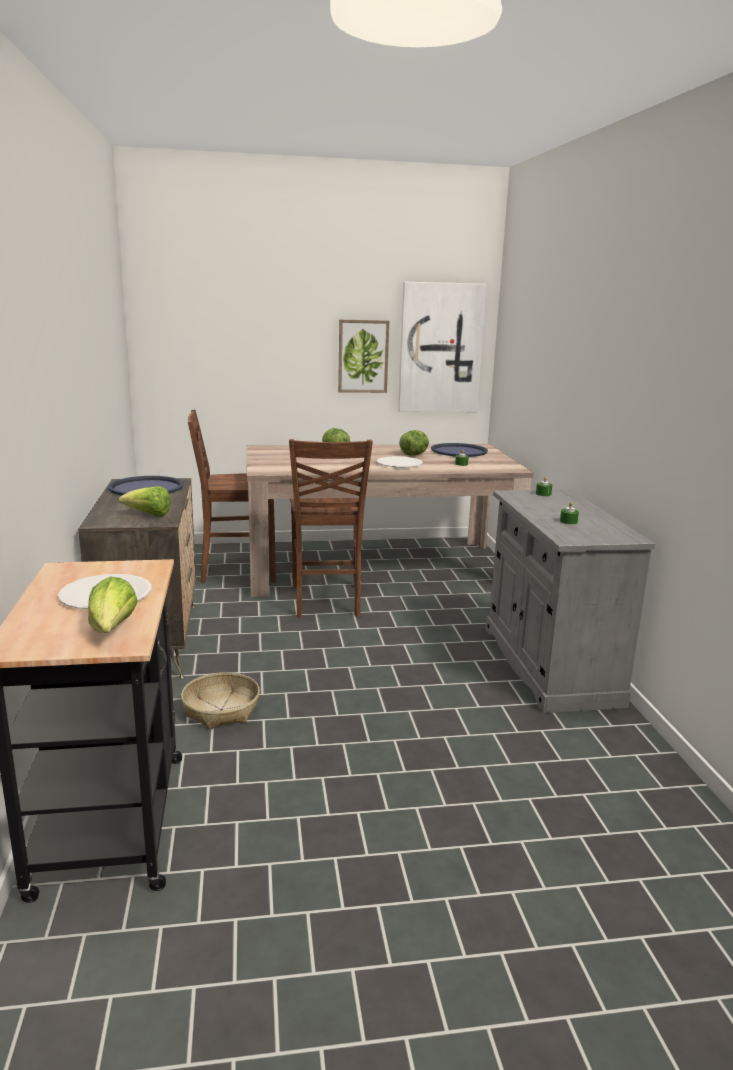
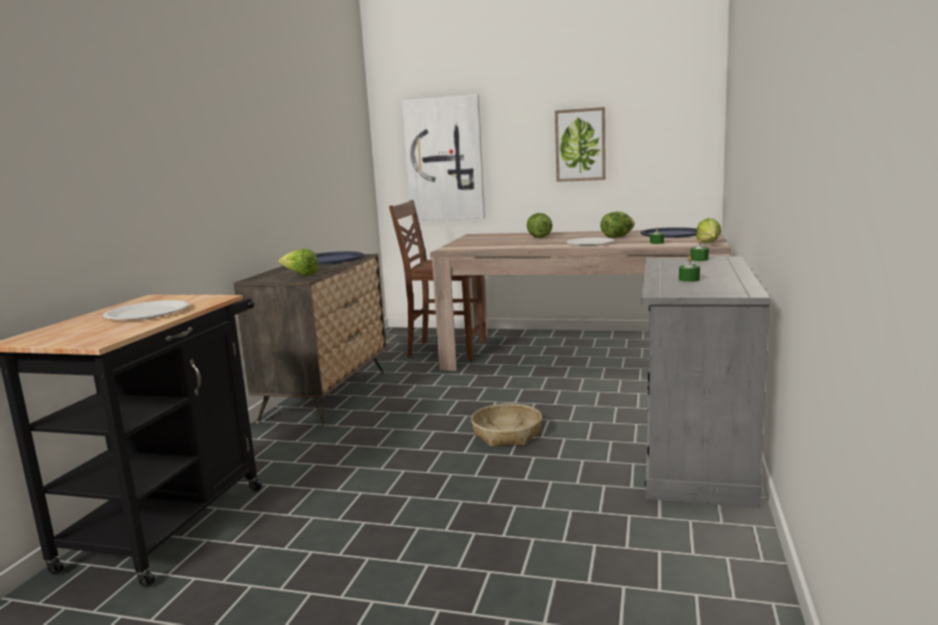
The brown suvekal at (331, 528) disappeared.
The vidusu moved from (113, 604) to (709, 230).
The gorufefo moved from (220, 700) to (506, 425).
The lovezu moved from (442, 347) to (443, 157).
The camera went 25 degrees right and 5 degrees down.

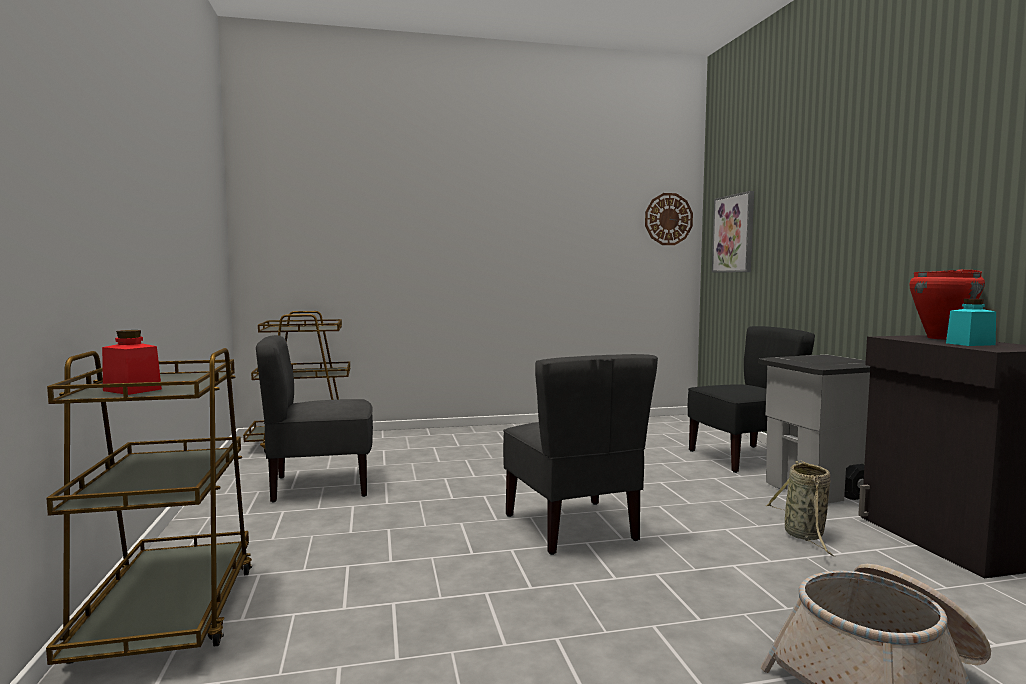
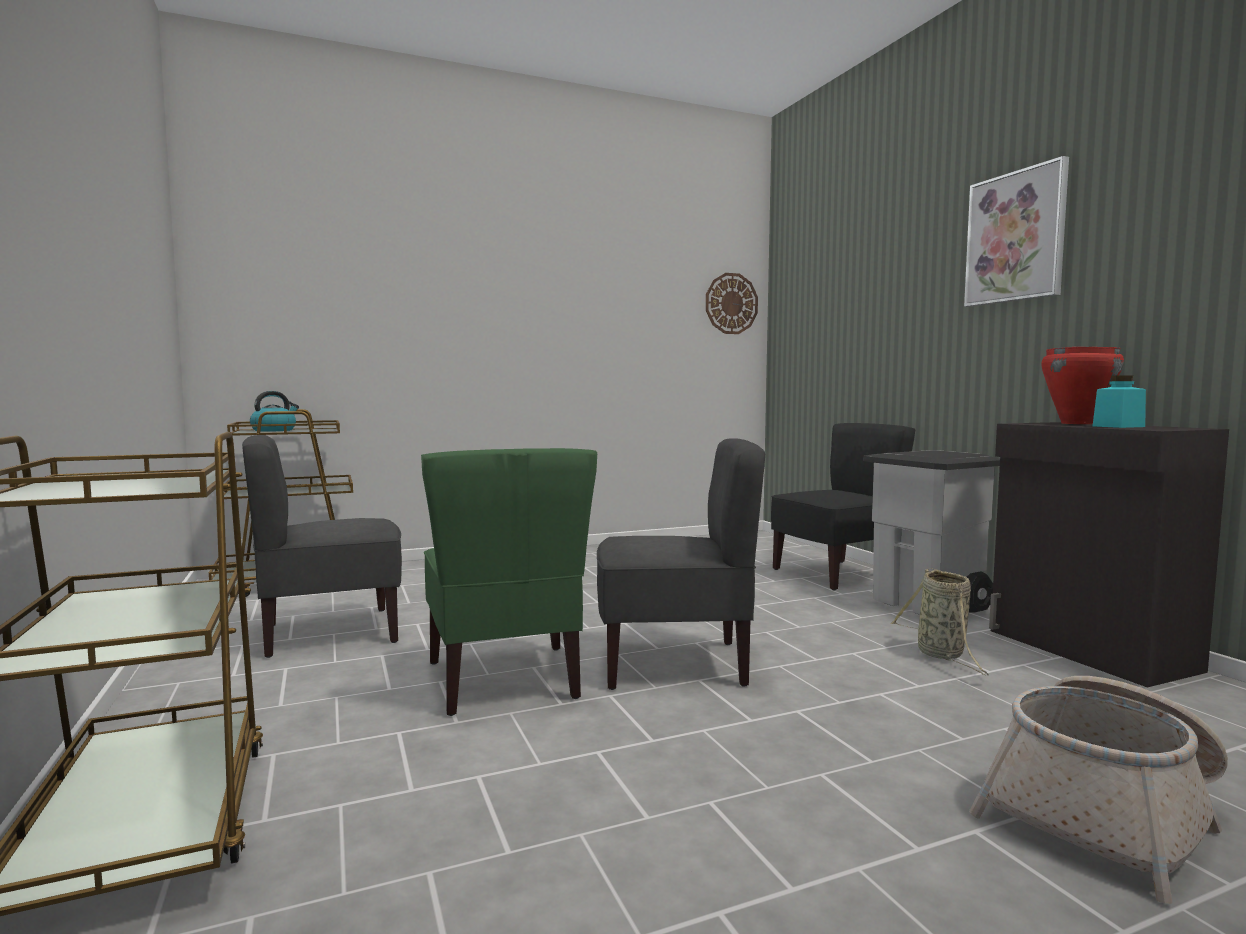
The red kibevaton at (132, 362) disappeared.
The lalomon at (274, 411) appeared.
The green suvekal at (509, 582) appeared.
The lovezu moved from (733, 232) to (1016, 231).
The grey suvekal at (580, 454) turned 60 degrees counterclockwise.
The camera went 10 degrees left and 0 degrees up.

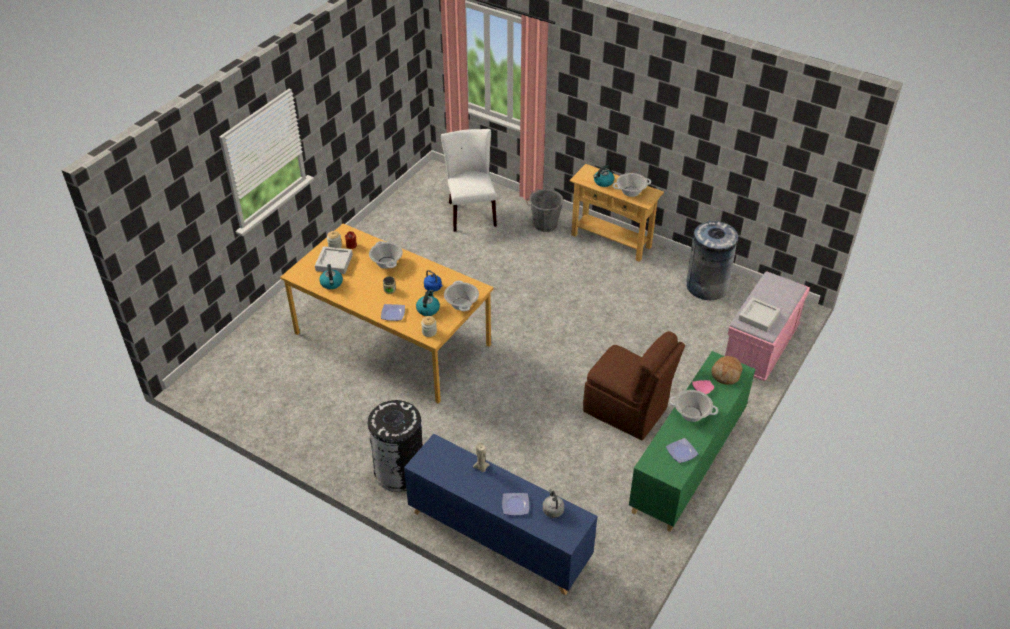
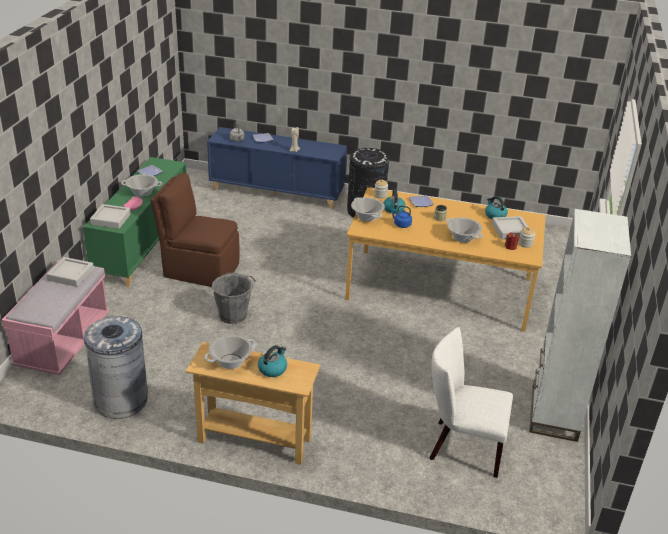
The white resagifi at (580, 325) appeared.
The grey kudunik moved from (545, 210) to (234, 298).
The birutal at (726, 370) was replaced by the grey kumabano at (110, 216).
The white suvekal at (469, 180) turned 135 degrees clockwise.
The camera went 160 degrees right and 10 degrees down.

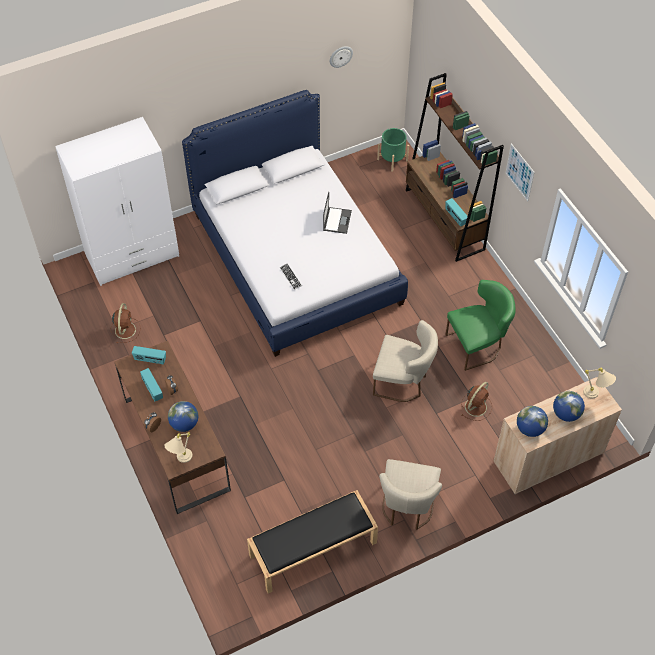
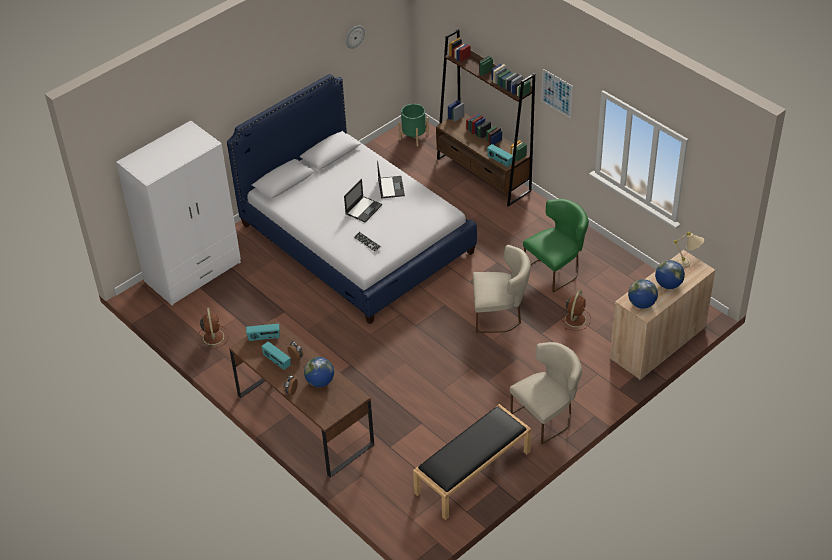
The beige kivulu at (178, 447) disappeared.
The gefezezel at (363, 200) appeared.
The beige suvekal at (410, 494) turned 120 degrees counterclockwise.
The camera went 15 degrees left and 10 degrees down.

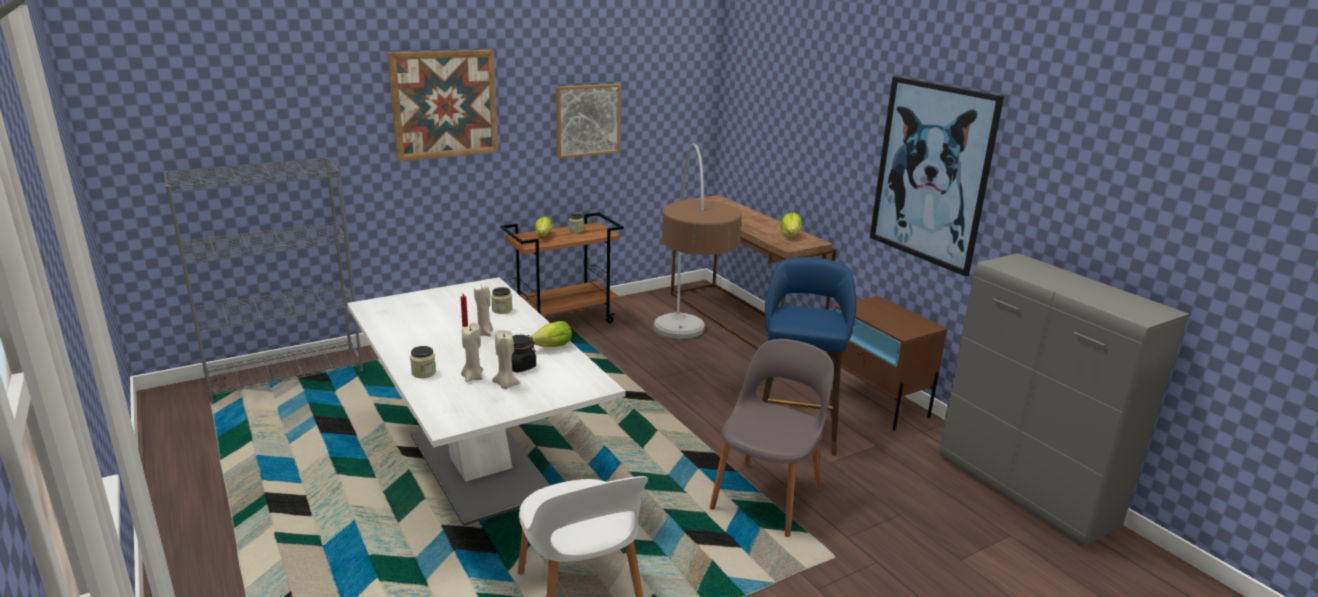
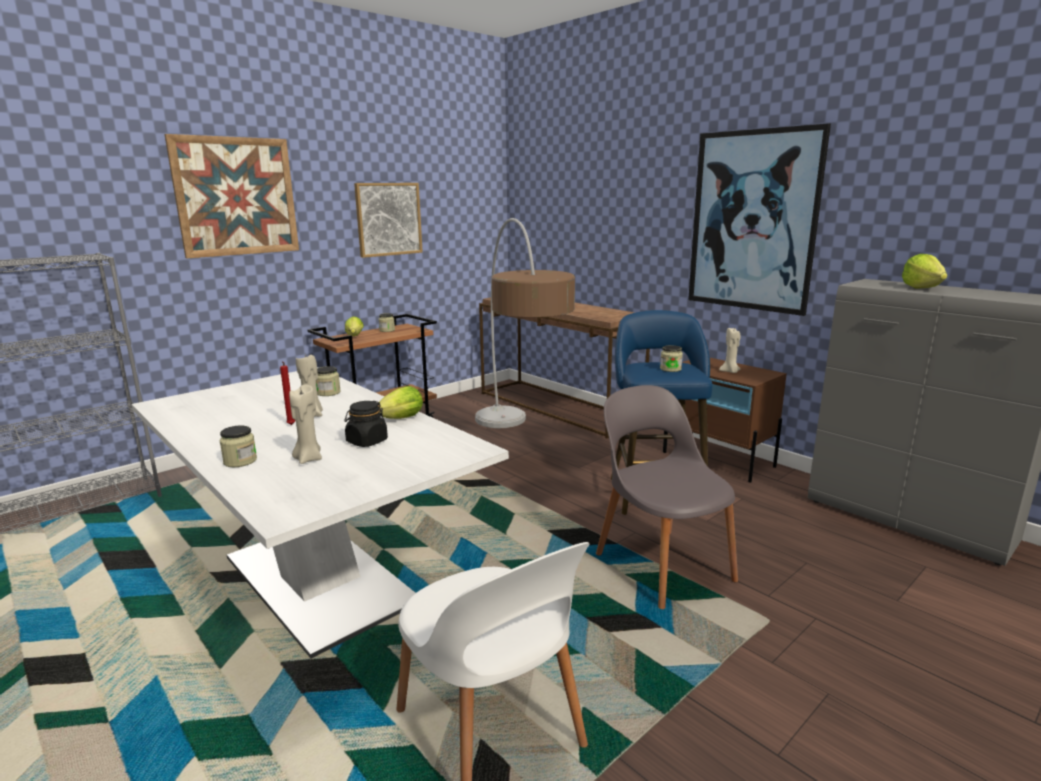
The kibevaton at (671, 358) appeared.
The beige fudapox moved from (506, 359) to (730, 350).
The vidusu moved from (791, 224) to (924, 271).
The grey suvekal at (771, 438) turned 45 degrees counterclockwise.
The camera went 10 degrees left and 5 degrees down.

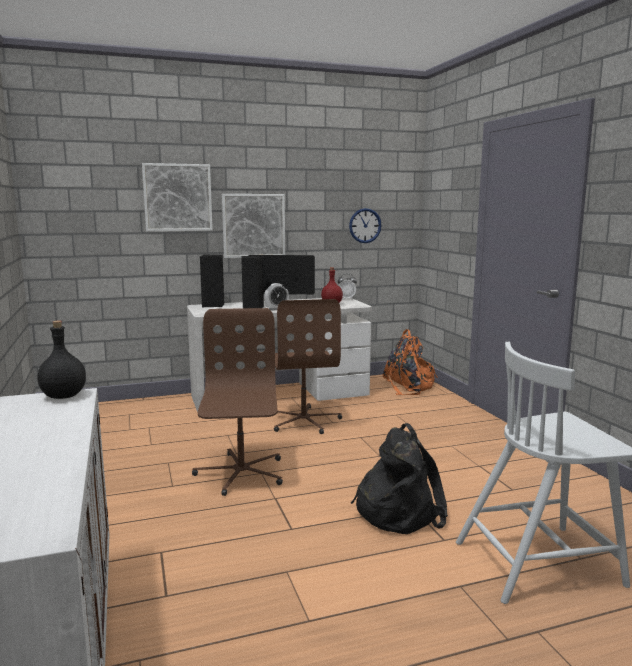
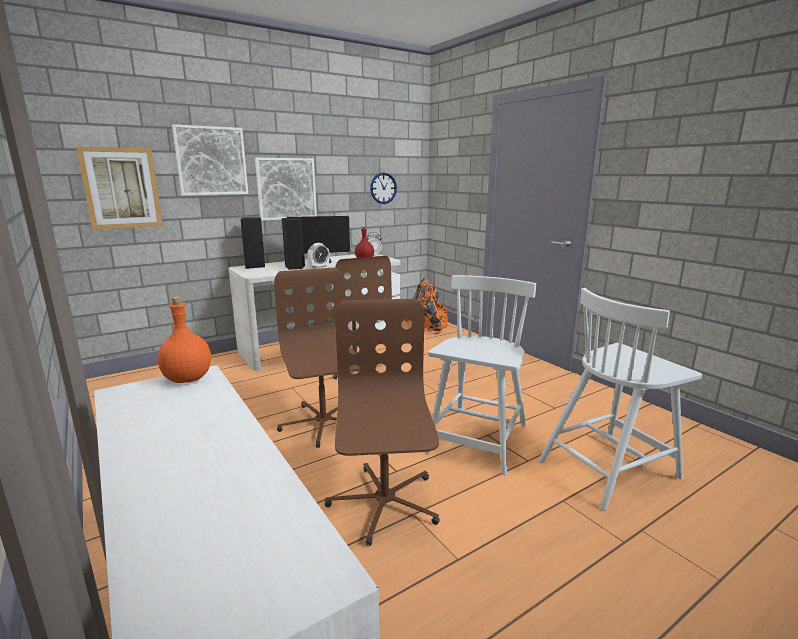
The lovezu at (119, 188) appeared.
The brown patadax at (382, 422) appeared.
The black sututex at (399, 478) was replaced by the white suvekal at (480, 375).
The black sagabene at (62, 360) became the orange sagabene at (184, 339).
The camera went 15 degrees left and 5 degrees up.

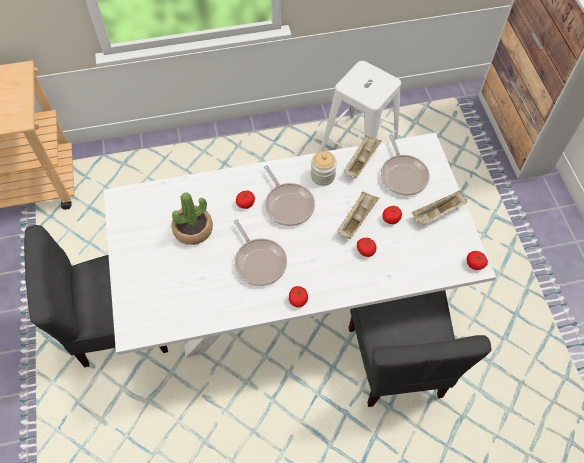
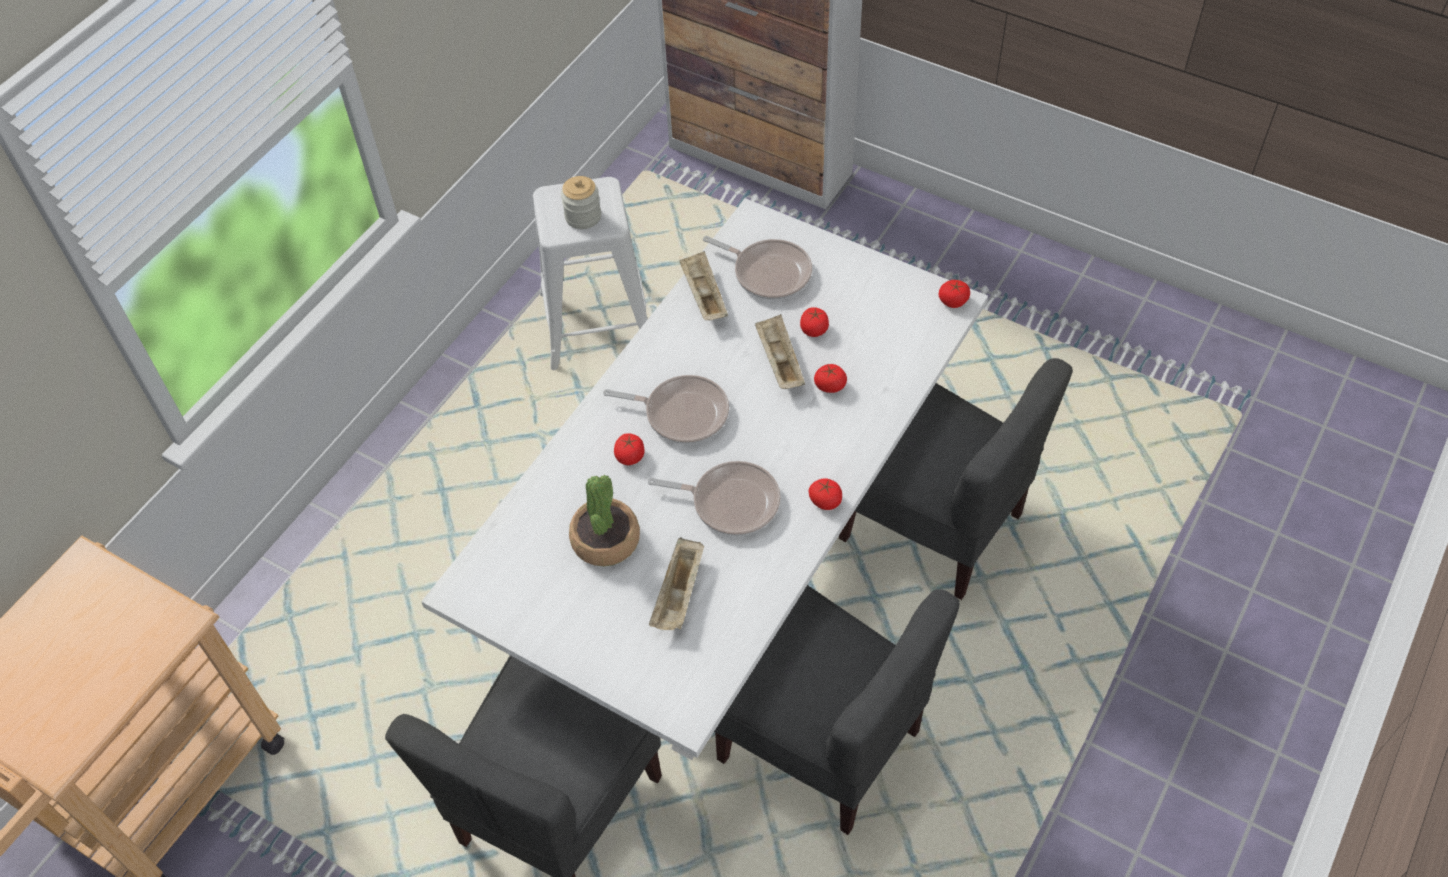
The grey suvekal at (837, 710) appeared.
The kibevaton moved from (324, 168) to (581, 202).
The beige kumabano moved from (439, 208) to (676, 583).
The camera went 45 degrees left and 5 degrees down.

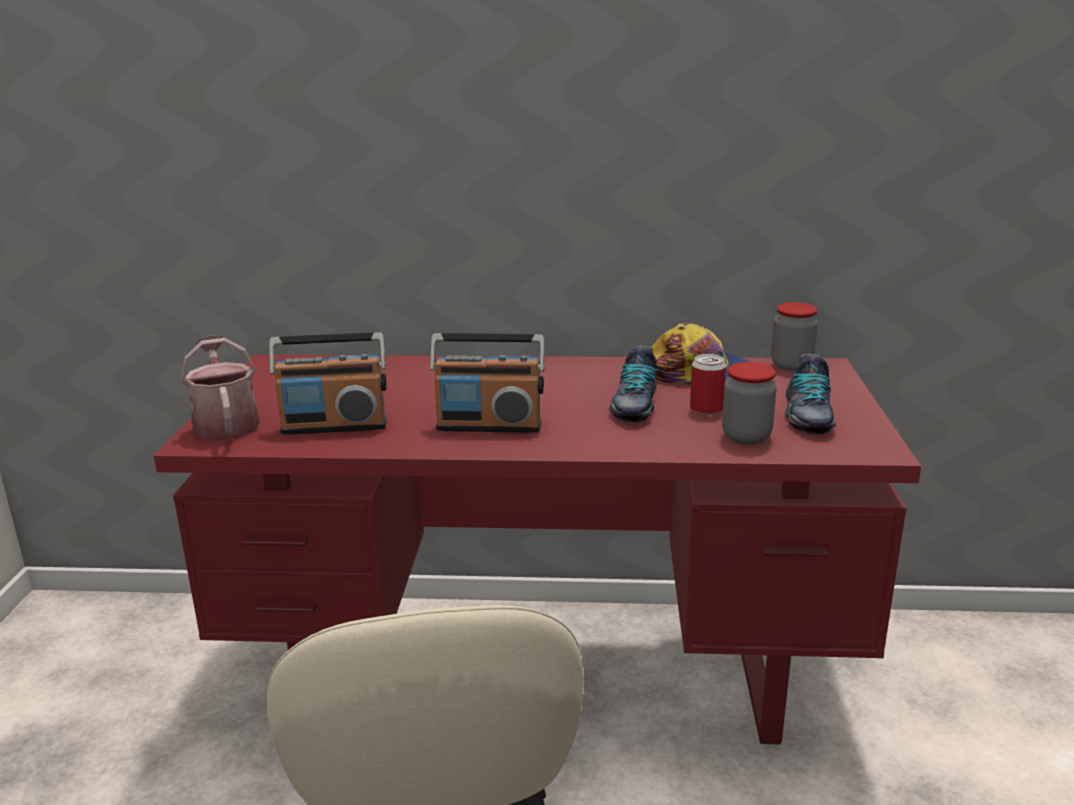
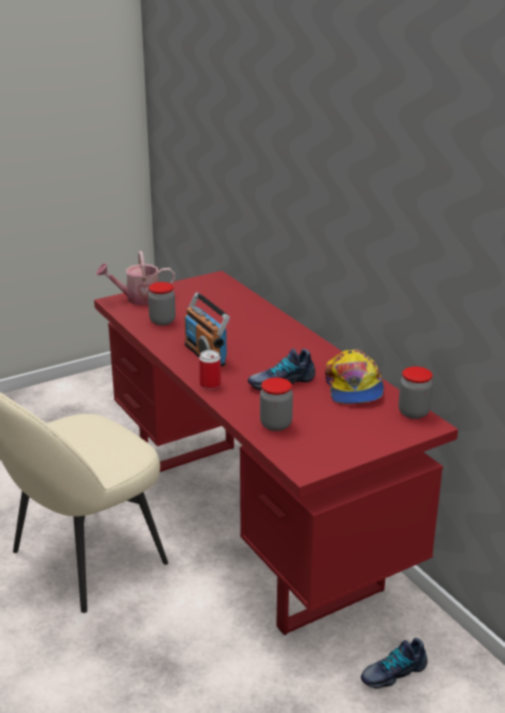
The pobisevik moved from (708, 384) to (210, 369).
The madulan moved from (810, 394) to (394, 663).
The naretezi at (327, 383) was replaced by the kibevaton at (162, 304).
The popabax at (220, 388) turned 135 degrees counterclockwise.
The camera went 55 degrees right and 5 degrees up.

